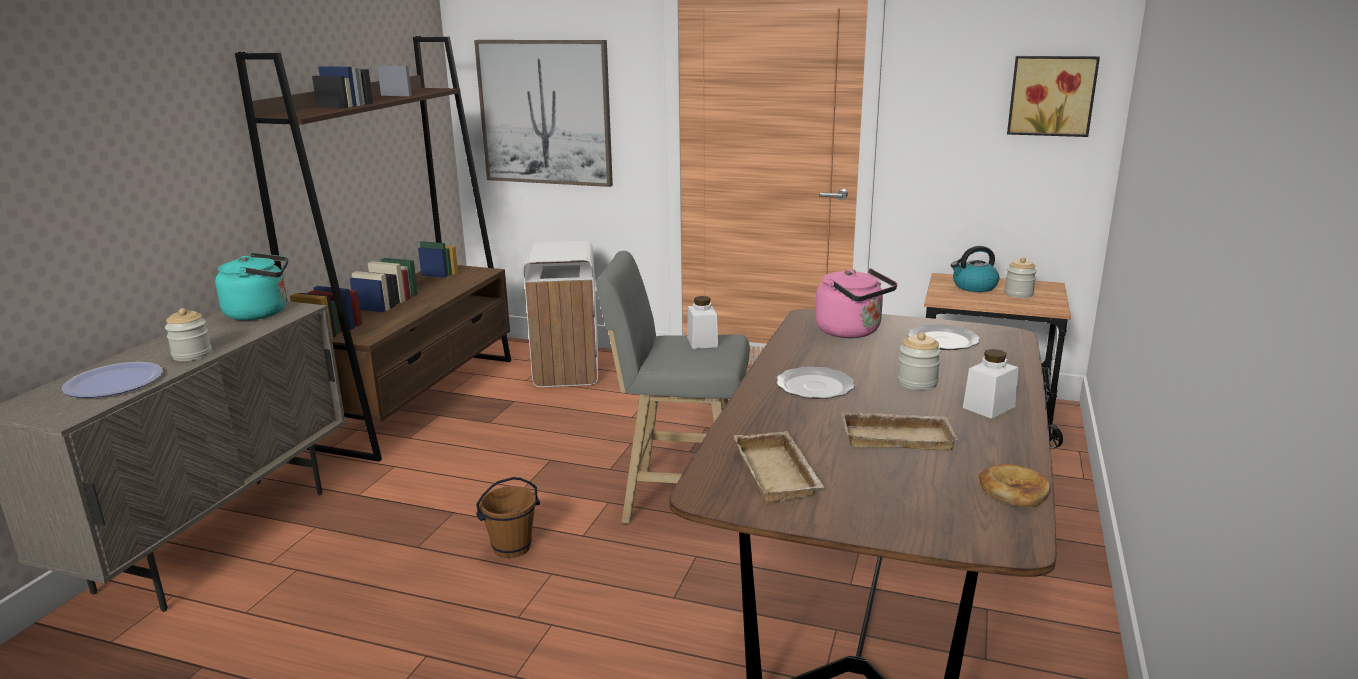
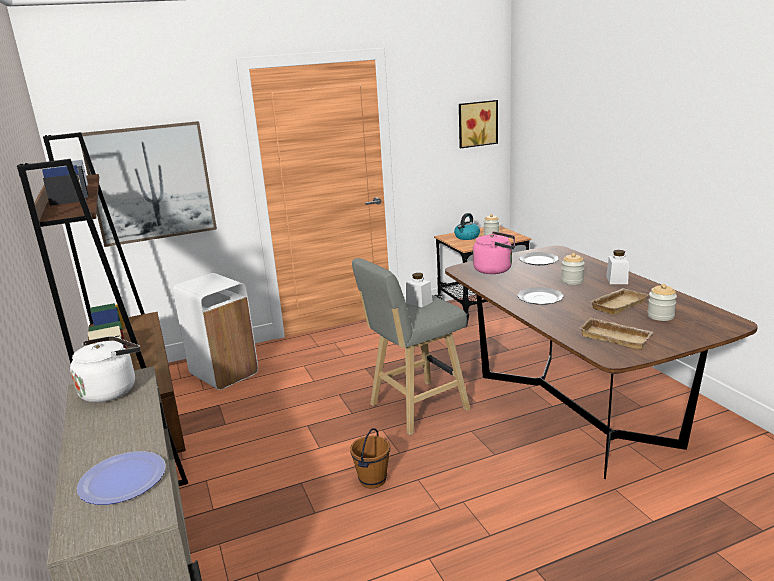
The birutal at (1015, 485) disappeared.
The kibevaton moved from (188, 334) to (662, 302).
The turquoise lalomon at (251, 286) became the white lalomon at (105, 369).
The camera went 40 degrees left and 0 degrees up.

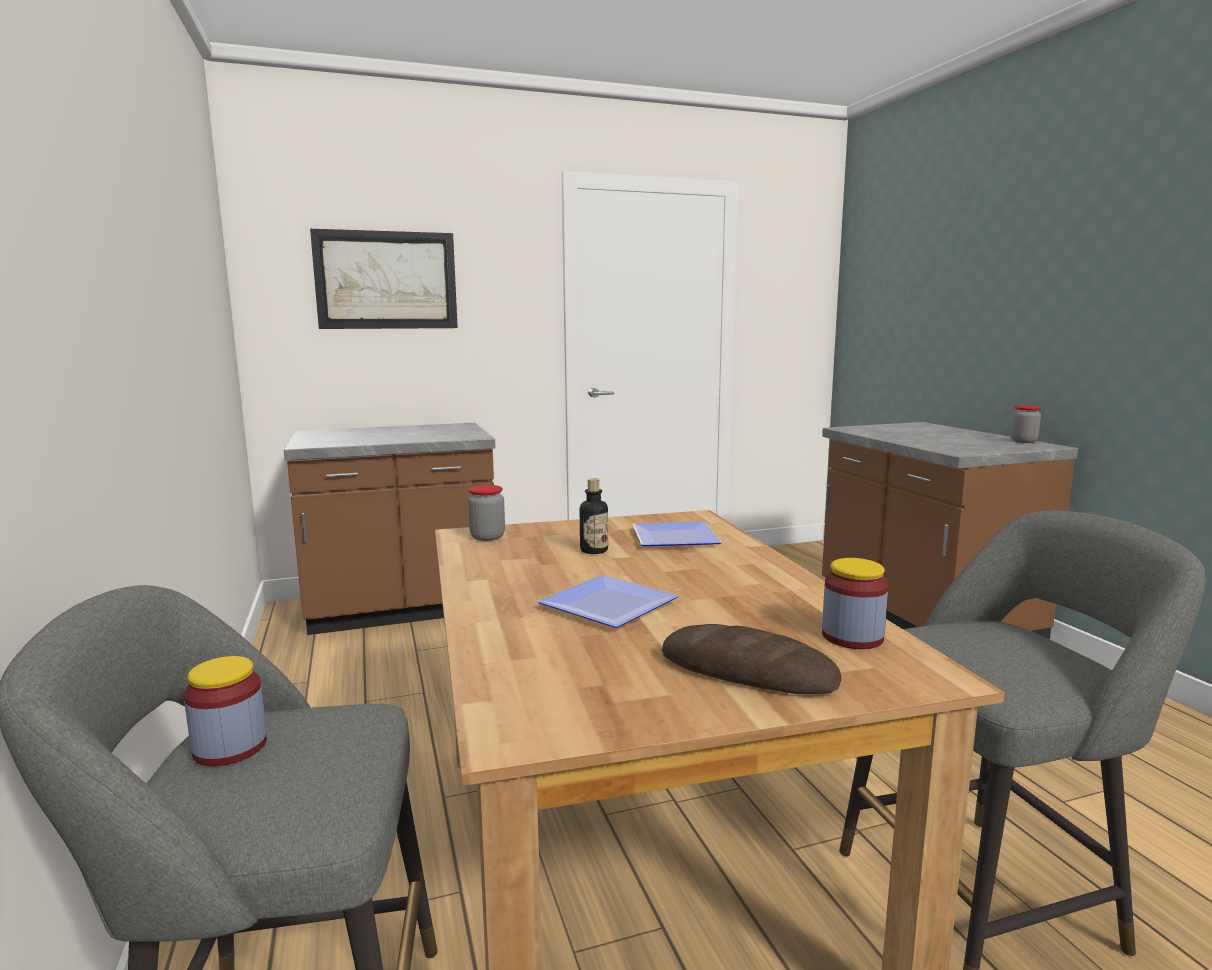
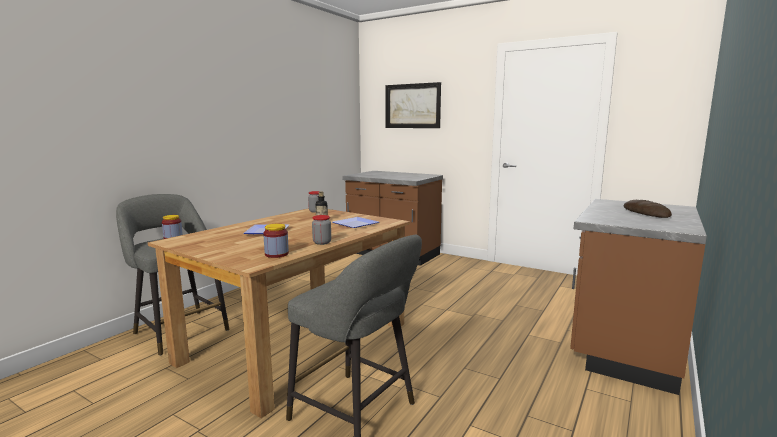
The birutal moved from (751, 659) to (648, 209).
The kibevaton moved from (1026, 424) to (321, 230).
The camera went 50 degrees right and 0 degrees up.

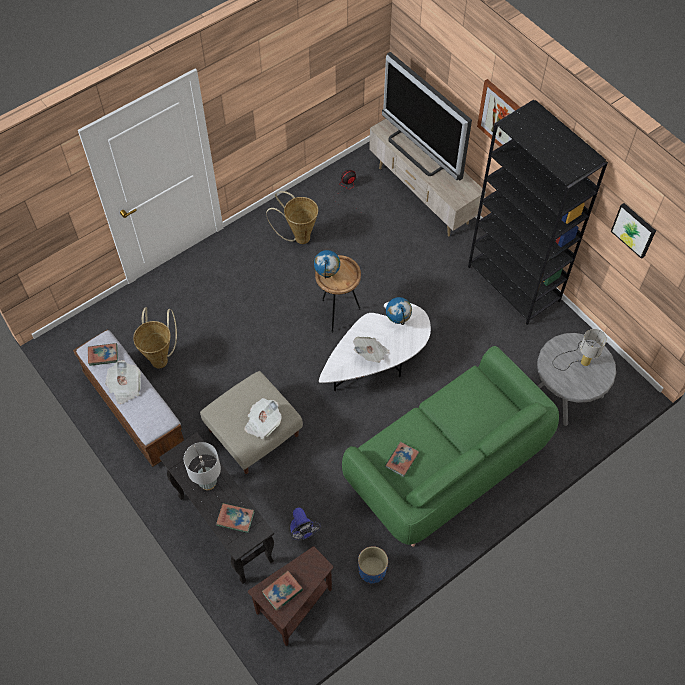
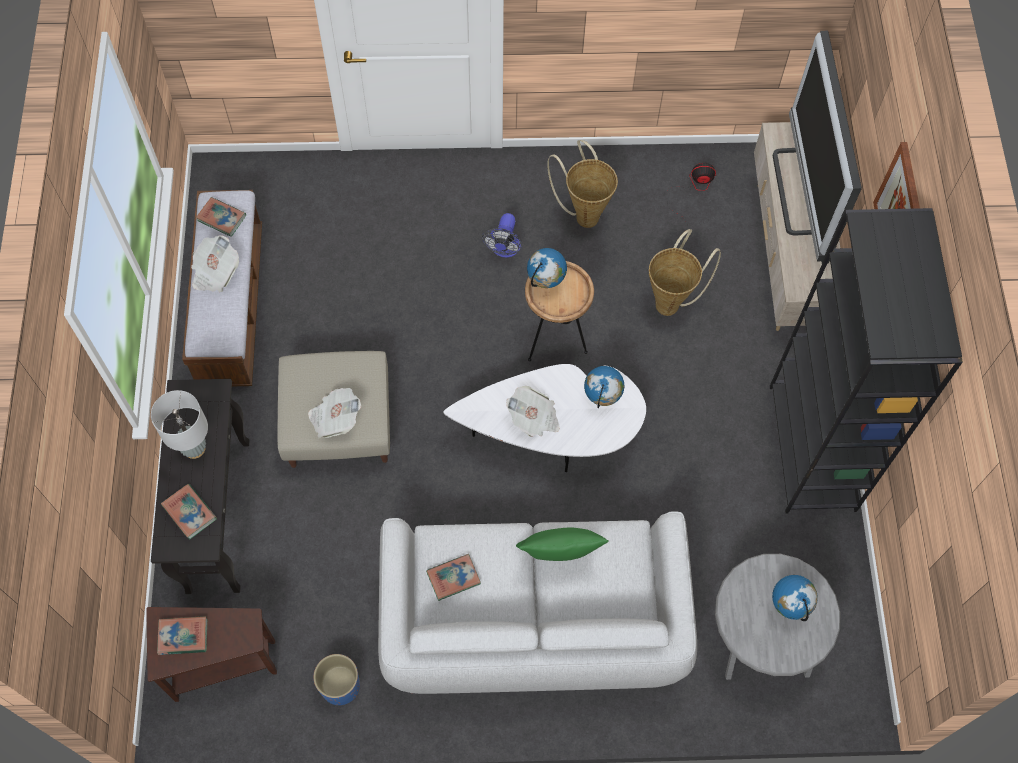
The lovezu at (633, 231) disappeared.
The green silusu at (562, 544) appeared.
The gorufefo moved from (155, 338) to (685, 272).
The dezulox moved from (305, 524) to (502, 235).
The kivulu at (579, 350) was replaced by the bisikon at (795, 598).
The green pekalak at (450, 446) became the grey pekalak at (537, 602).
The camera went 35 degrees right and 5 degrees up.

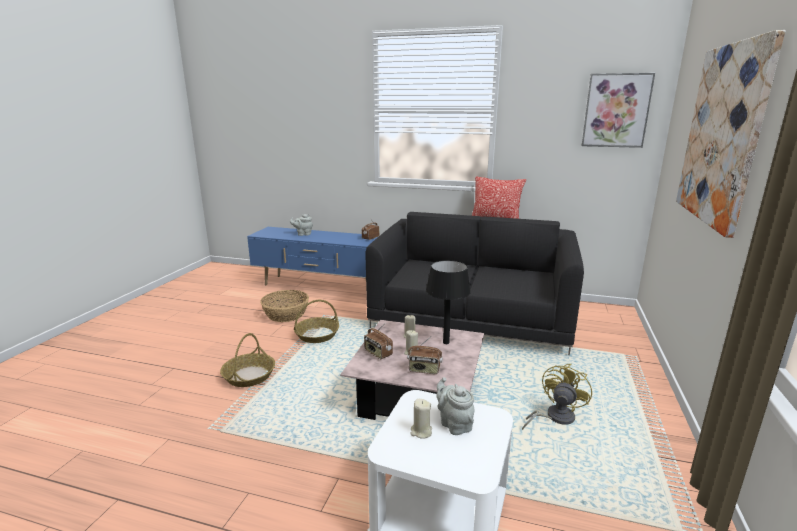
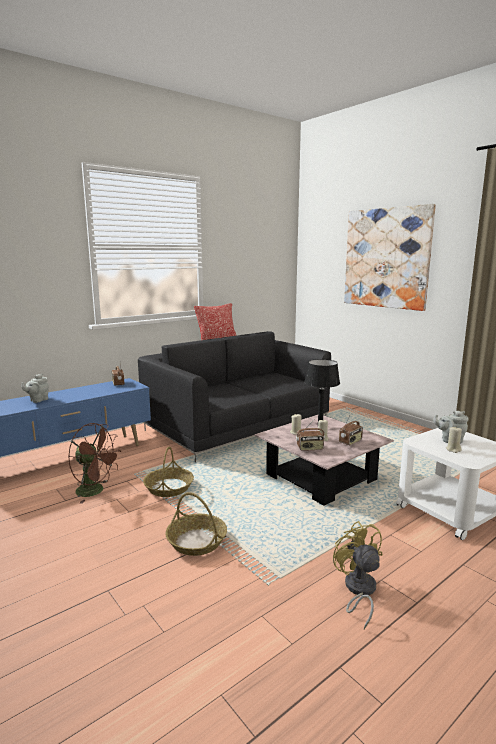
The lovezu at (618, 110) disappeared.
The yellow dezulox moved from (557, 397) to (358, 575).
The gorufefo at (284, 306) was replaced by the brown dezulox at (94, 463).
The camera went 55 degrees left and 5 degrees down.

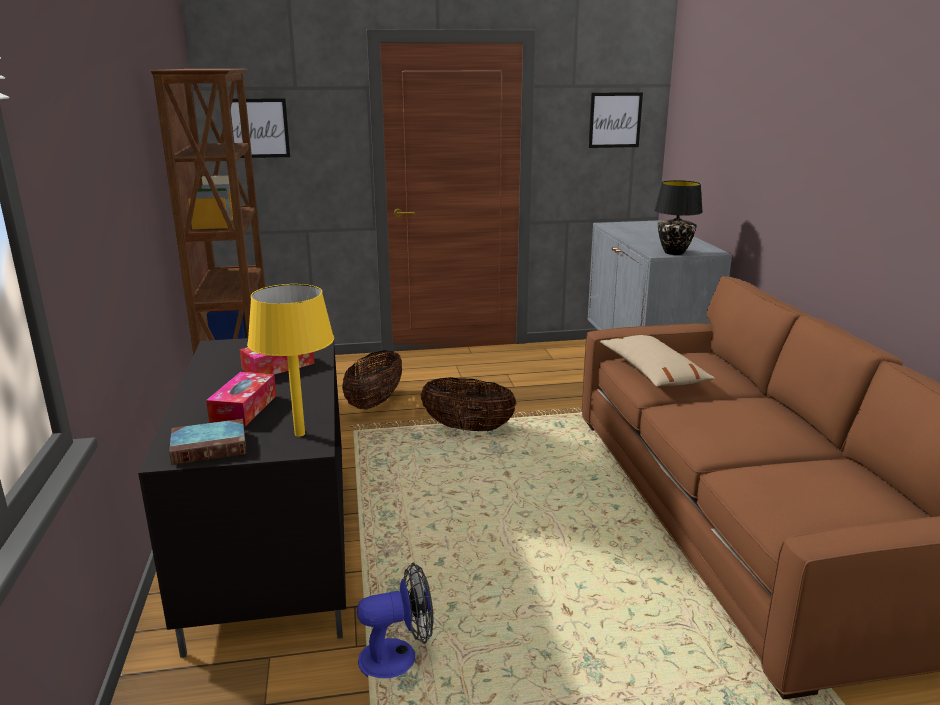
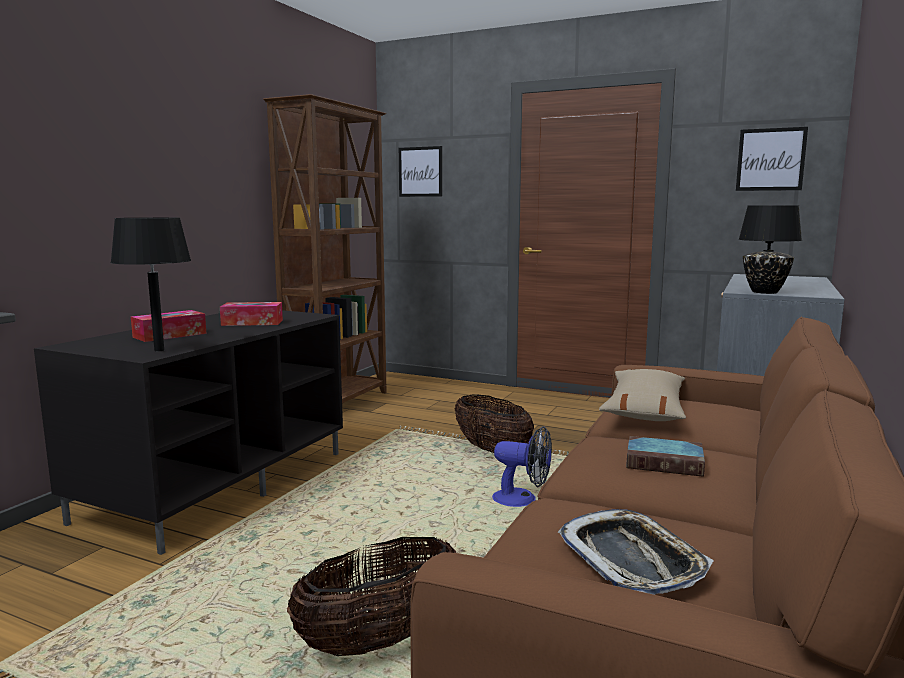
The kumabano at (635, 552) appeared.
The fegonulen moved from (208, 442) to (665, 456).
The gorufefo moved from (372, 379) to (371, 596).
The dezulox moved from (395, 620) to (522, 466).
The yellow kivulu at (290, 360) became the black kivulu at (150, 284).
The camera went 35 degrees right and 10 degrees down.

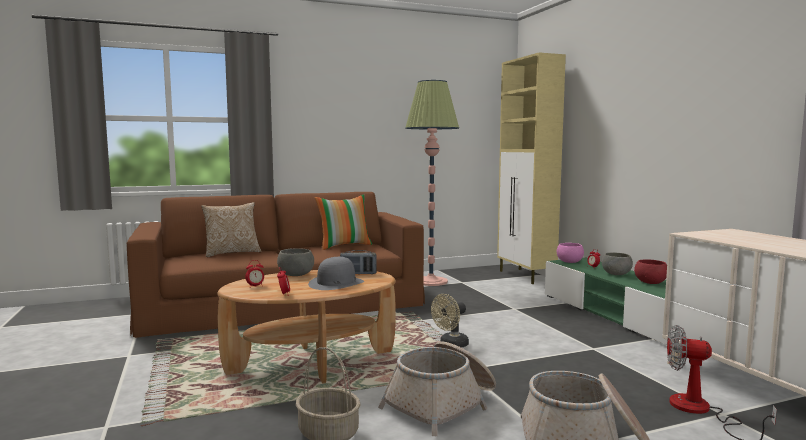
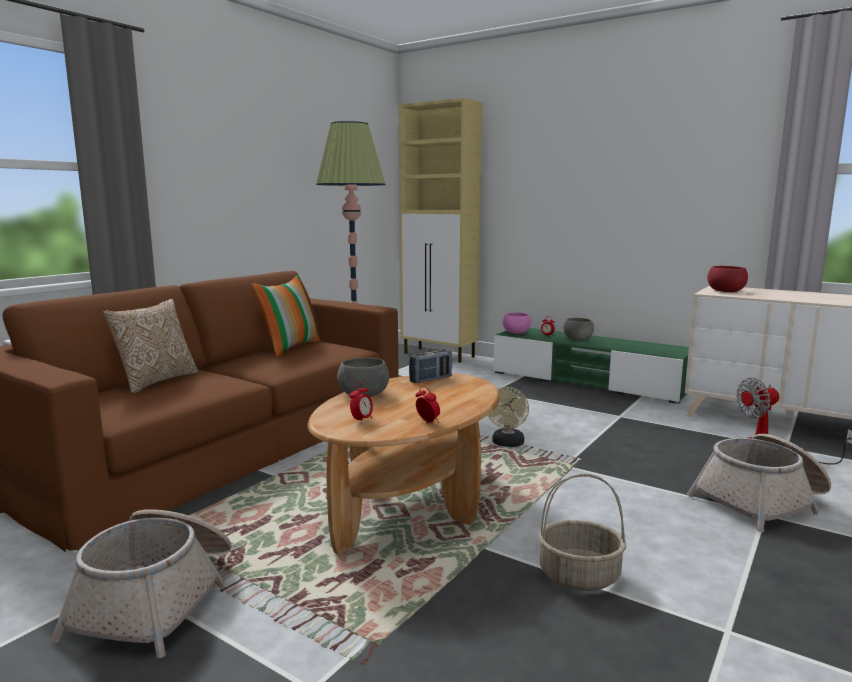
The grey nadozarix at (336, 273) disappeared.
The gorufefo moved from (437, 389) to (142, 583).
The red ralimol moved from (650, 271) to (727, 279).
The camera went 35 degrees left and 5 degrees up.

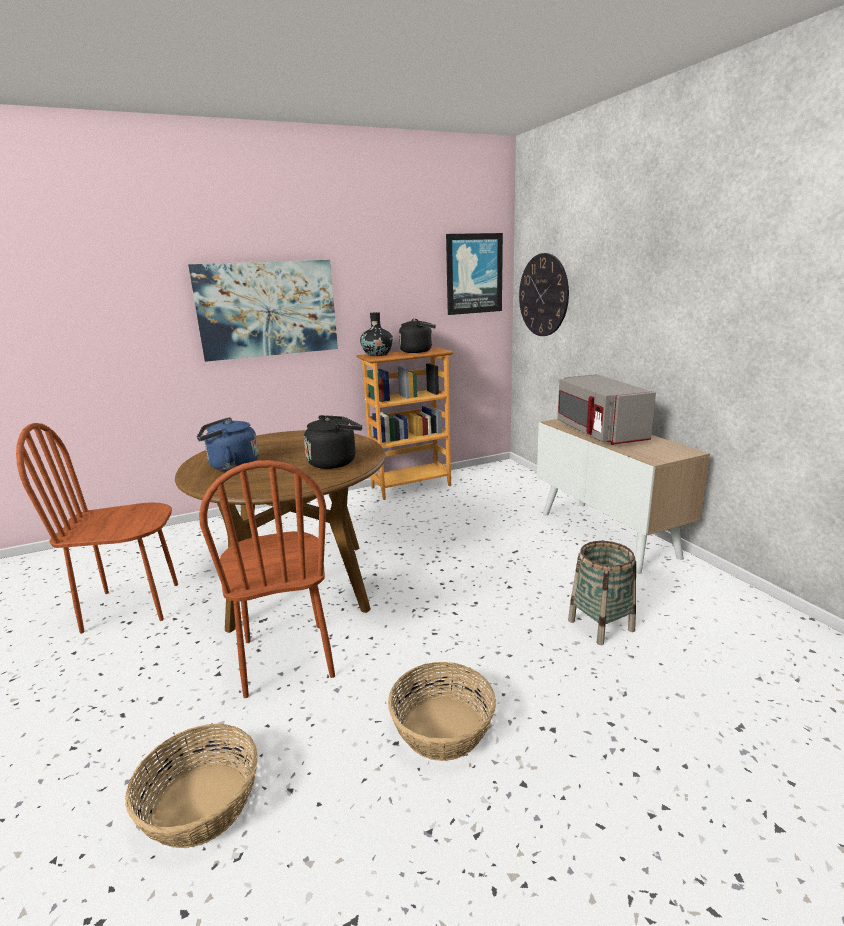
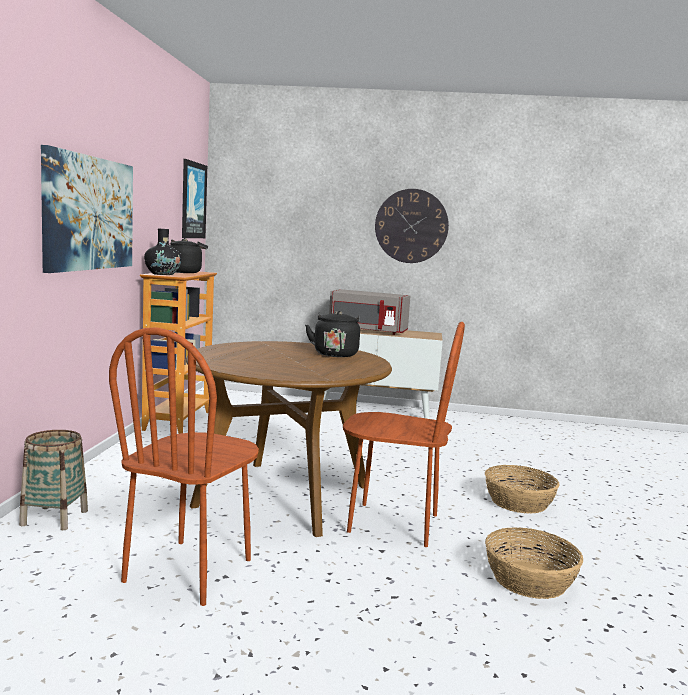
The blue lalomon at (228, 444) disappeared.
The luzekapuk moved from (544, 294) to (412, 226).
The gorufefo moved from (602, 593) to (53, 480).
The camera went 60 degrees left and 10 degrees down.

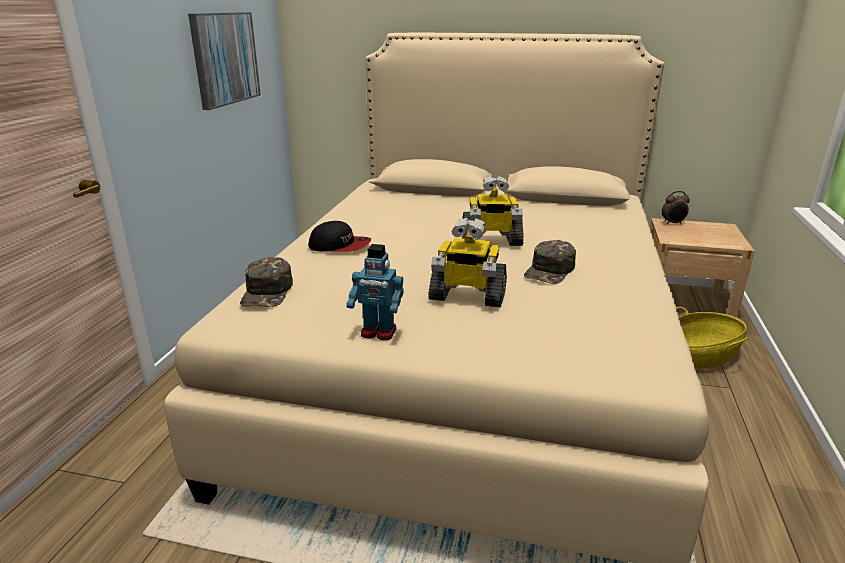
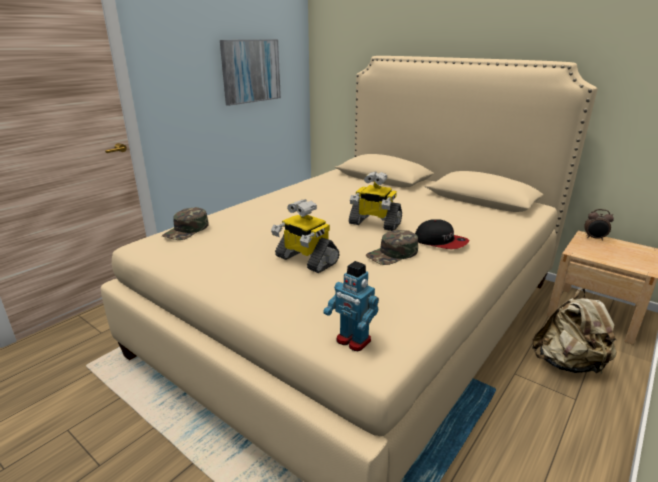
The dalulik moved from (339, 236) to (442, 234).
The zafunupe moved from (375, 292) to (351, 306).
The gorufefo at (712, 338) was replaced by the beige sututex at (574, 330).
The camera went 25 degrees right and 0 degrees up.

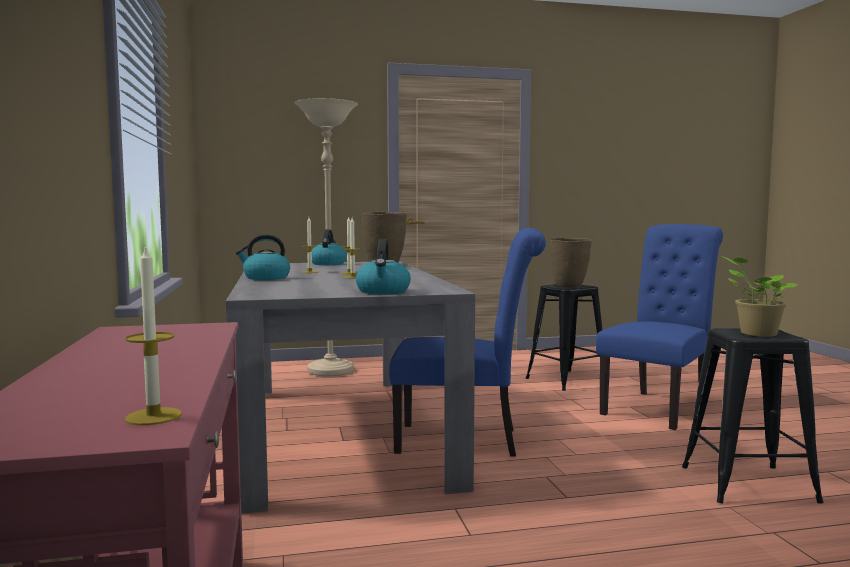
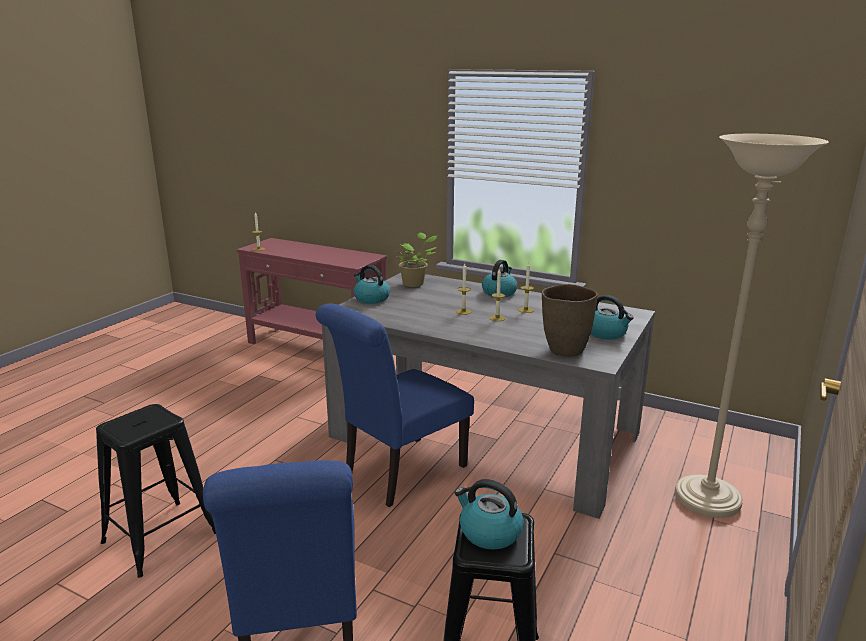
The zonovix moved from (759, 296) to (417, 259).
The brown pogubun at (570, 263) was replaced by the lalomon at (489, 514).
The camera went 130 degrees right and 15 degrees up.

